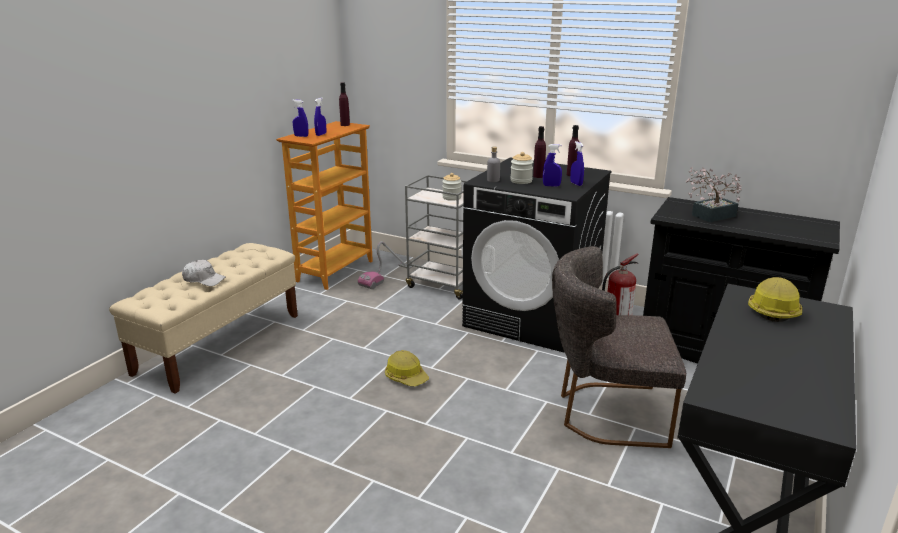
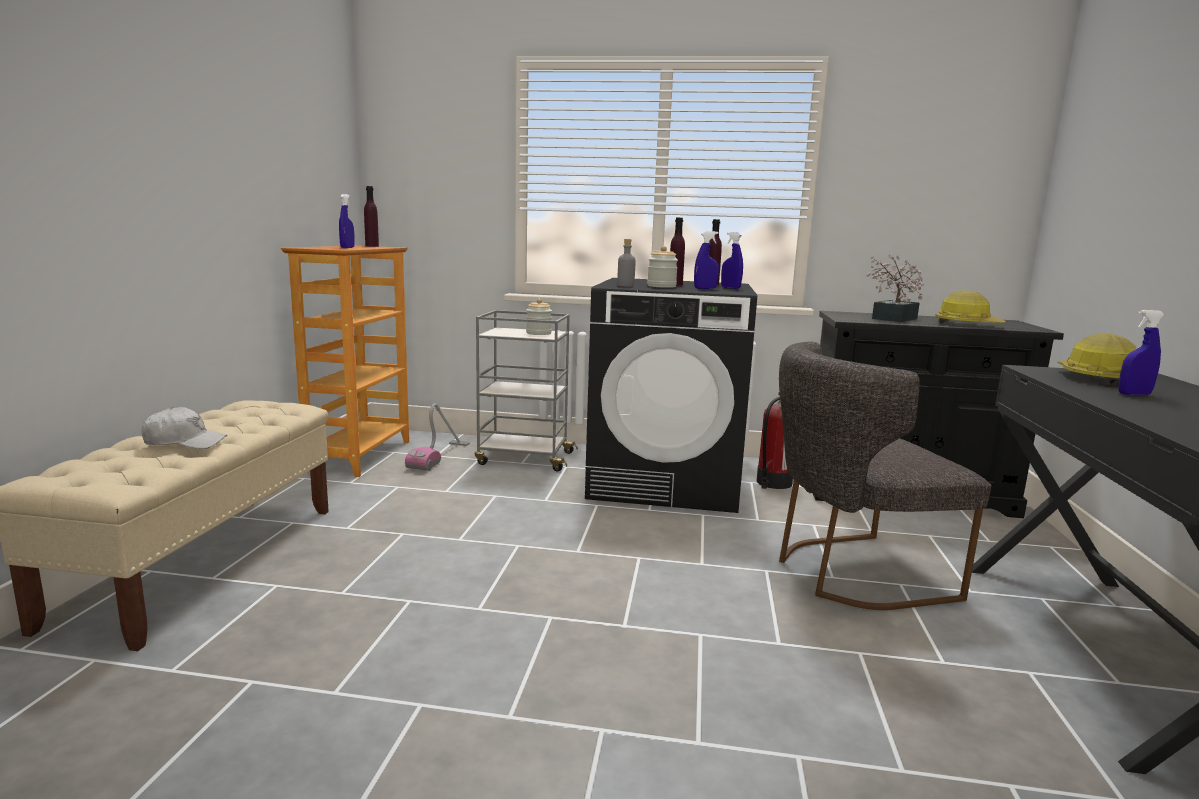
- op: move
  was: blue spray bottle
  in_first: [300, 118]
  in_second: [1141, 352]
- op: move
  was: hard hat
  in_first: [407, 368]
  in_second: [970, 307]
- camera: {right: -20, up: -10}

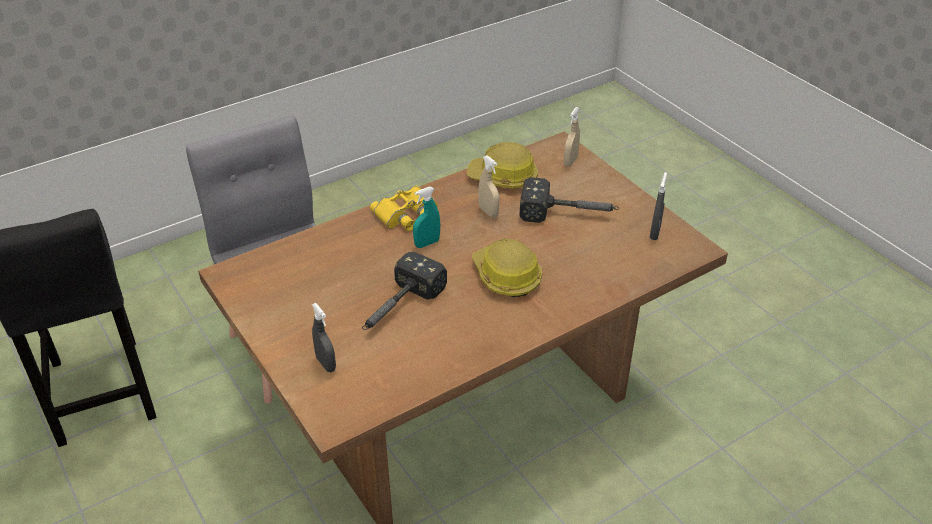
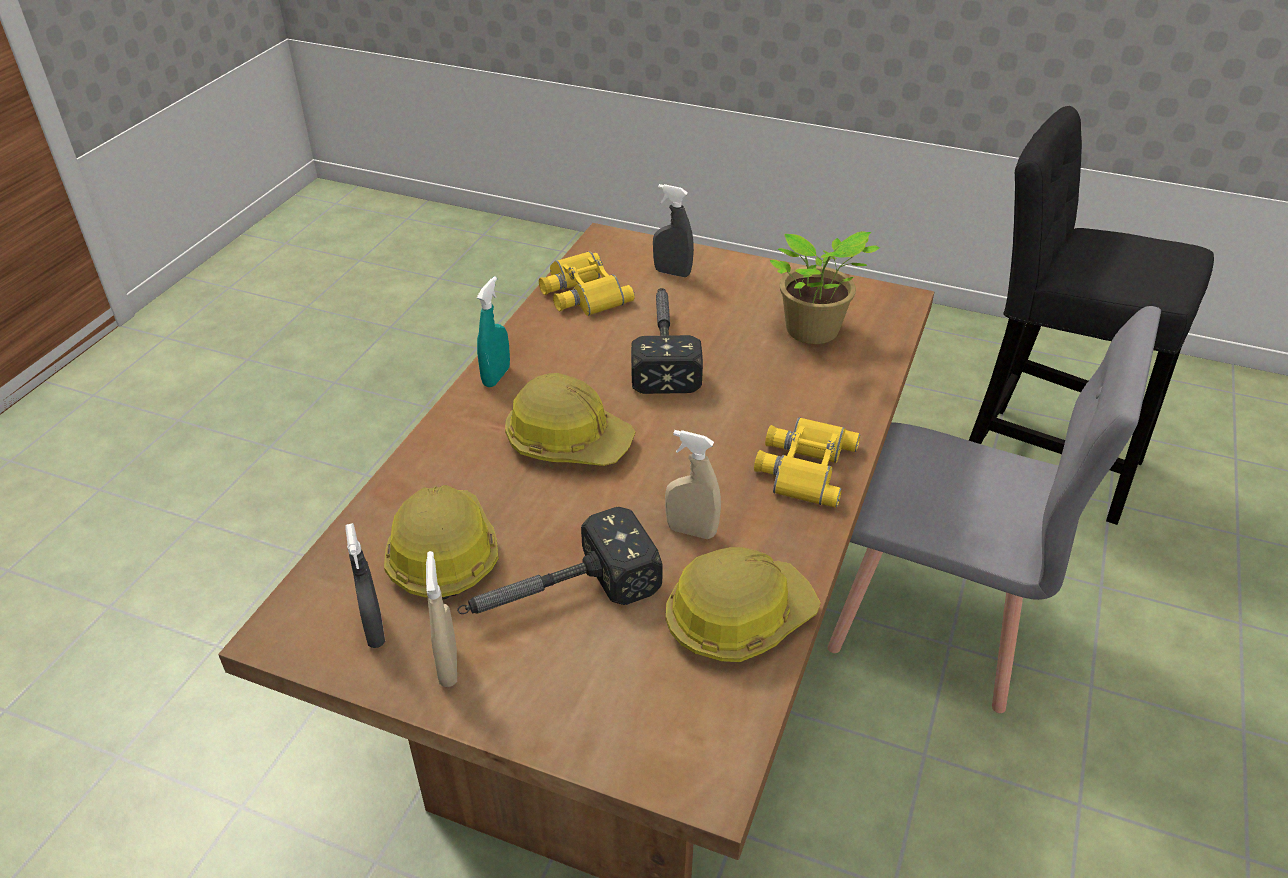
- op: insert
  now: hard hat
  in_second: [441, 542]
- op: insert
  now: yellow binoculars
  in_second: [587, 283]
- op: insert
  now: potted plant
  in_second: [825, 287]
- op: move
  was: turquoise spray bottle
  in_first: [426, 217]
  in_second: [493, 331]
- op: move
  was: beige spray bottle
  in_first: [572, 137]
  in_second: [441, 619]
- camera: {right: 145, up: 0}

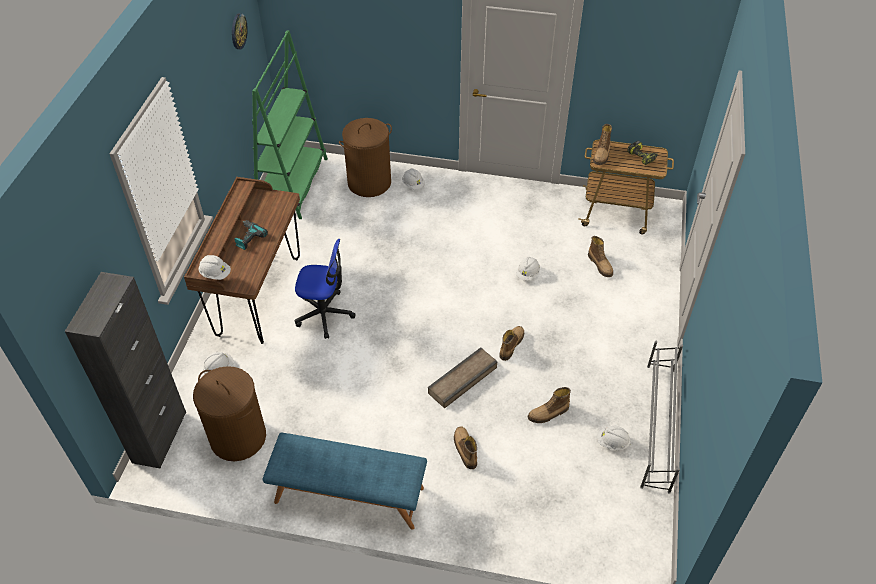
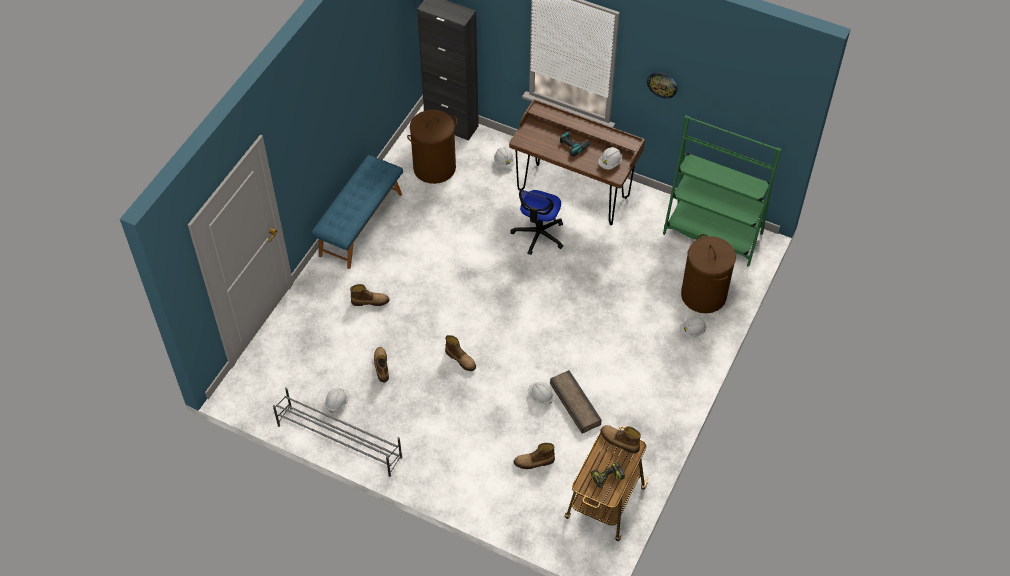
- op: move
  was: white hard hat
  in_first: [214, 267]
  in_second: [610, 158]
- op: move
  was: wall clock
  in_first: [240, 31]
  in_second: [662, 85]
- op: move
  was: crate
  in_first: [463, 377]
  in_second: [576, 401]
- camera: {right: 105, up: 5}

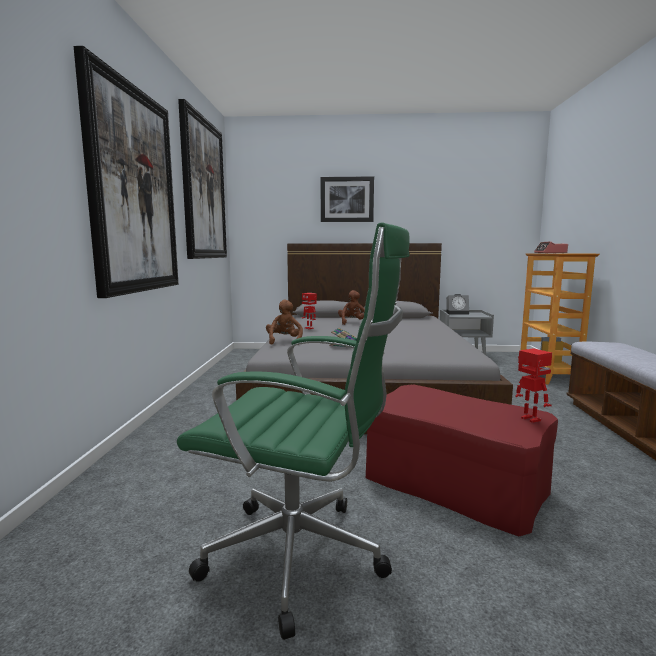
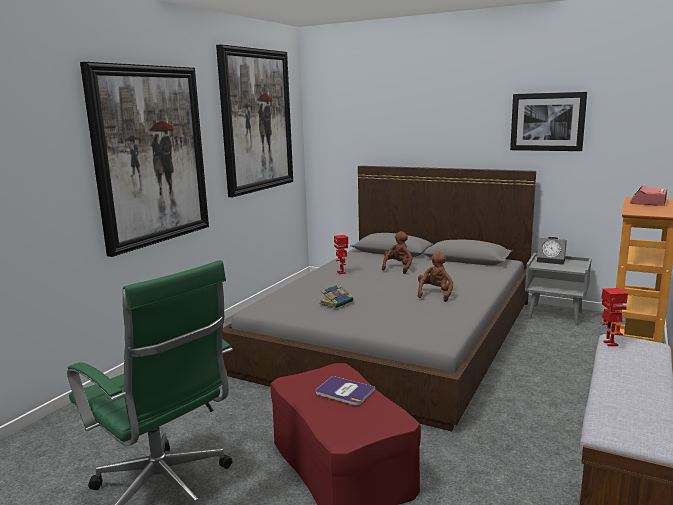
- op: insert
  now: book
  in_second: [345, 390]
- op: move
  was: brown plush toy
  in_first: [284, 322]
  in_second: [435, 276]
- op: move
  was: picture
  in_first: [347, 199]
  in_second: [548, 121]
- op: move
  was: toy robot
  in_first: [533, 385]
  in_second: [615, 317]
- camera: {right: 25, up: 5}

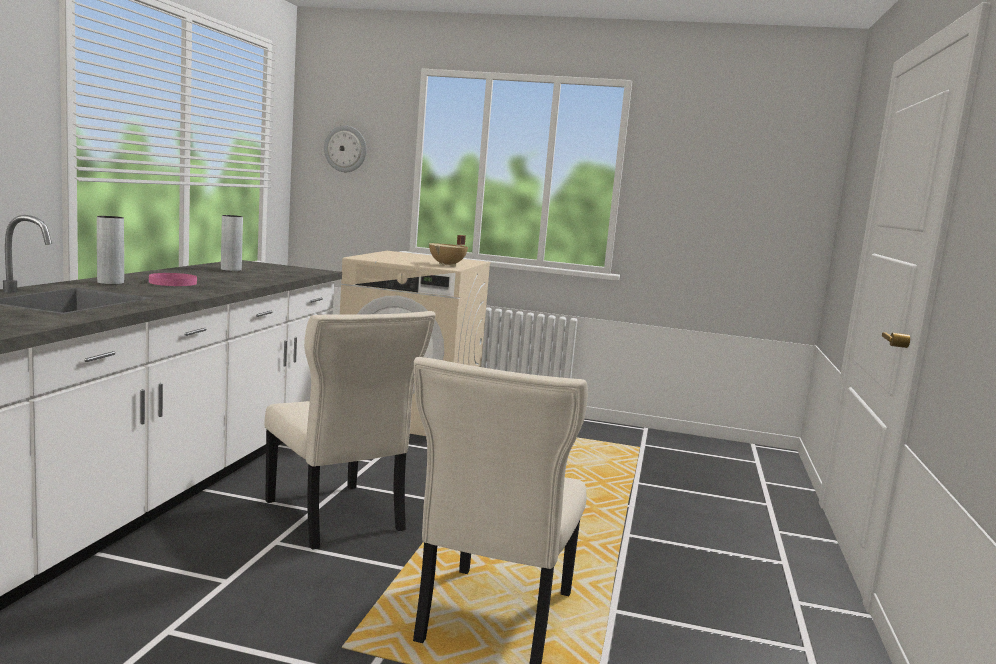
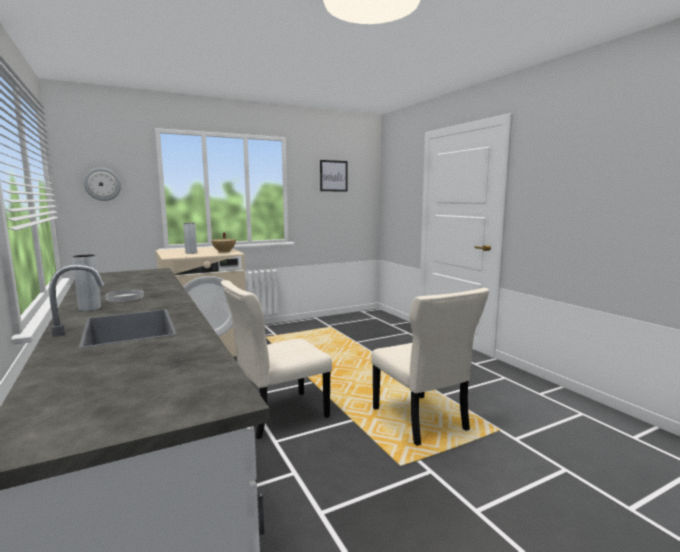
- op: insert
  now: picture
  in_second: [334, 176]
- op: move
  was: grey vase
  in_first: [232, 243]
  in_second: [190, 238]
- op: recolor
  was: pink plate
  now: white plate
  in_first: [173, 279]
  in_second: [124, 295]
- op: rotate
  was: beige chair
  in_first: [350, 430]
  in_second: [276, 359]
  clockwise: 135
- camera: {right: -40, up: 0}

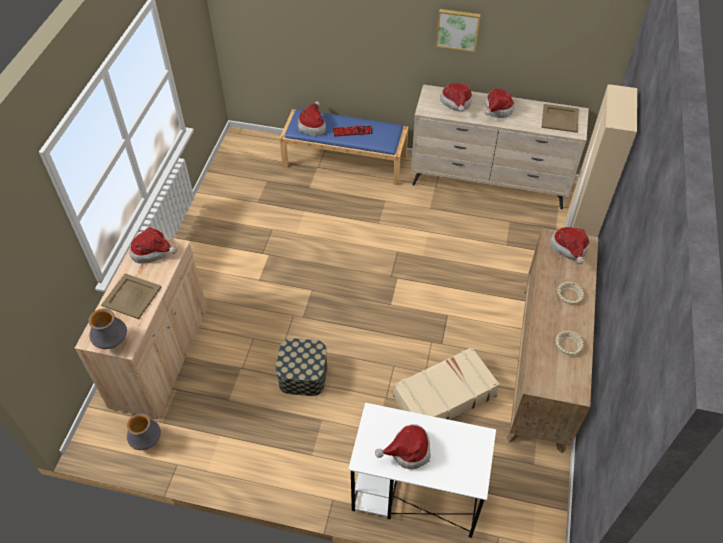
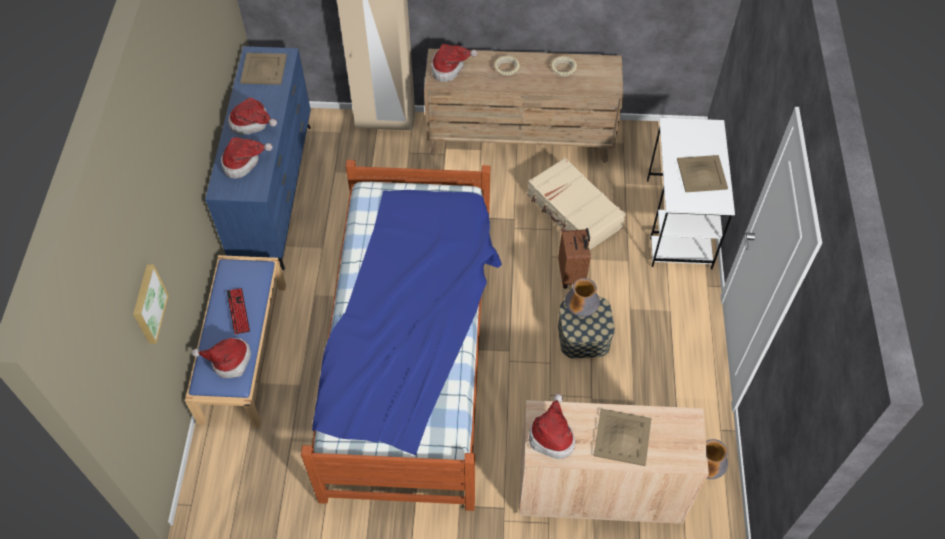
- op: insert
  now: bed
  in_second: [401, 335]
- op: insert
  now: brown suitcase
  in_second: [574, 258]
- op: move
  was: vase
  in_first: [107, 328]
  in_second: [582, 297]
- op: move
  was: picture
  in_first: [458, 30]
  in_second: [151, 304]
- op: replace
  was: hat
  now: beige tray
  in_first: [403, 446]
  in_second: [702, 173]
- op: recolor
  was: beige dresser
  now: blue dresser
  in_first: [500, 147]
  in_second: [258, 158]
- camera: {right: -100, up: 5}

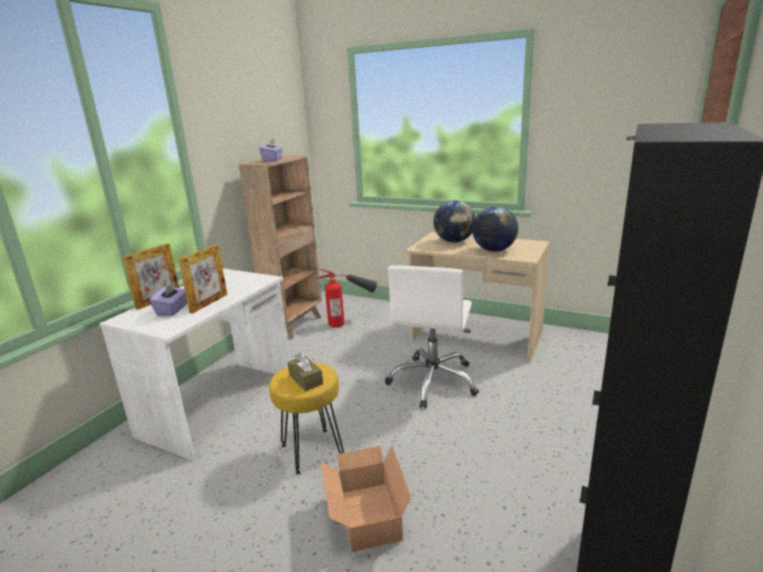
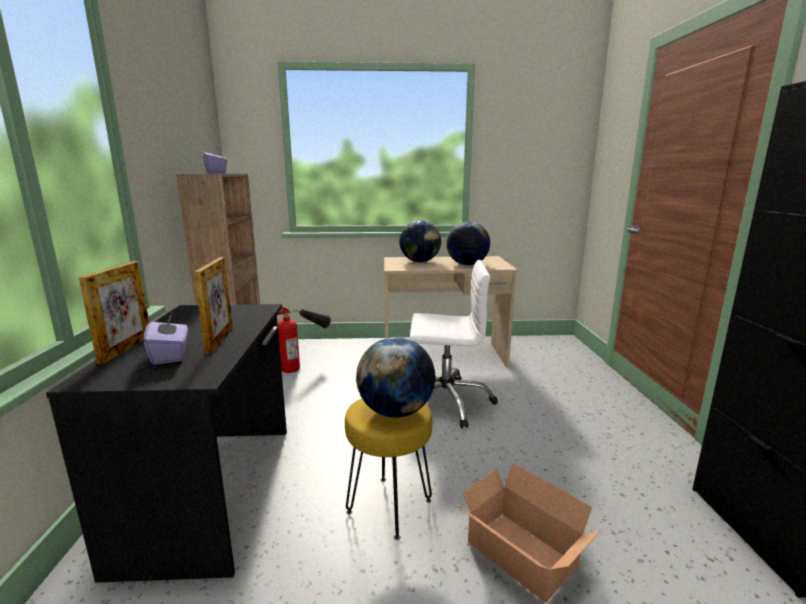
- op: replace
  was: brown tissue box
  now: globe
  in_first: [305, 371]
  in_second: [396, 377]
- op: recolor
  was: white desk
  now: black desk
  in_first: [194, 364]
  in_second: [166, 443]
- op: rotate
  was: white office chair
  in_first: [432, 336]
  in_second: [454, 344]
  clockwise: -75
- camera: {right: -30, up: -5}

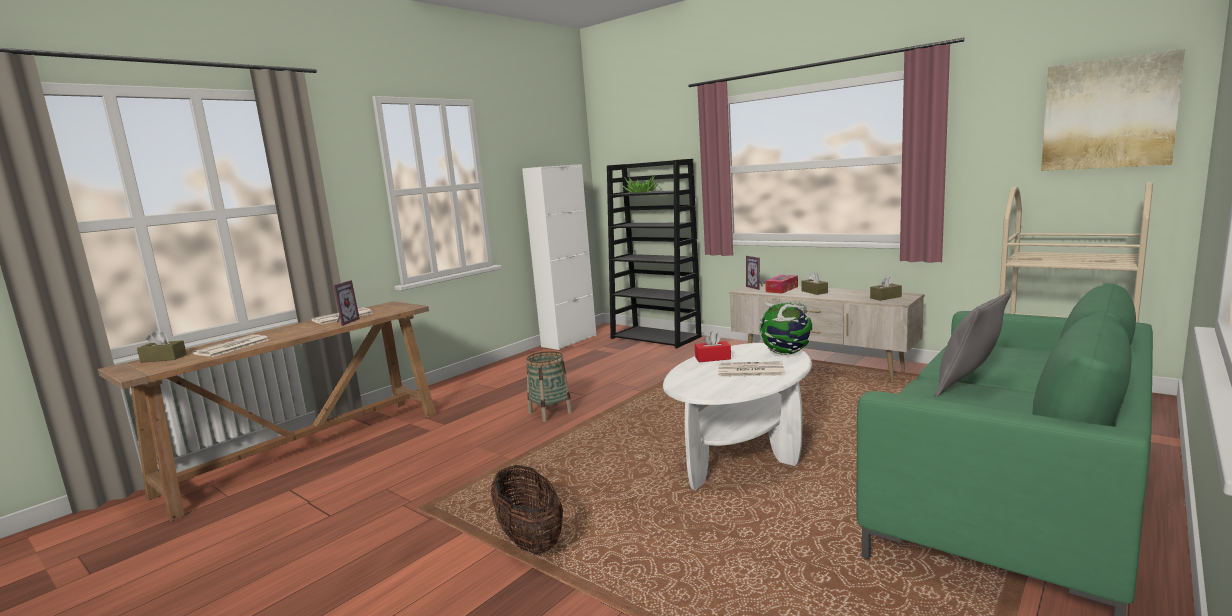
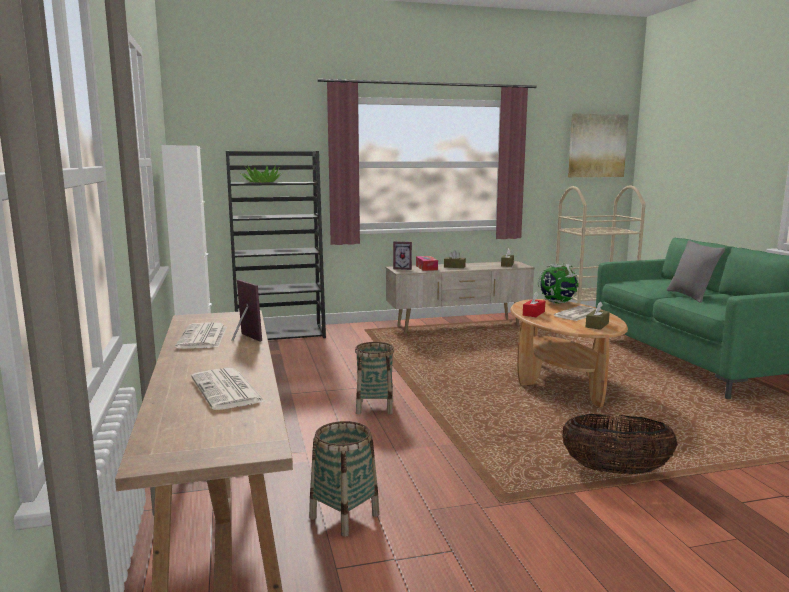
- op: insert
  now: basket
  in_second: [344, 479]
- op: move
  was: brown tissue box
  in_first: [162, 346]
  in_second: [598, 316]
- op: recolor
  was: white coffee table
  now: brown coffee table
  in_first: [737, 416]
  in_second: [569, 353]
- camera: {right: -55, up: 0}

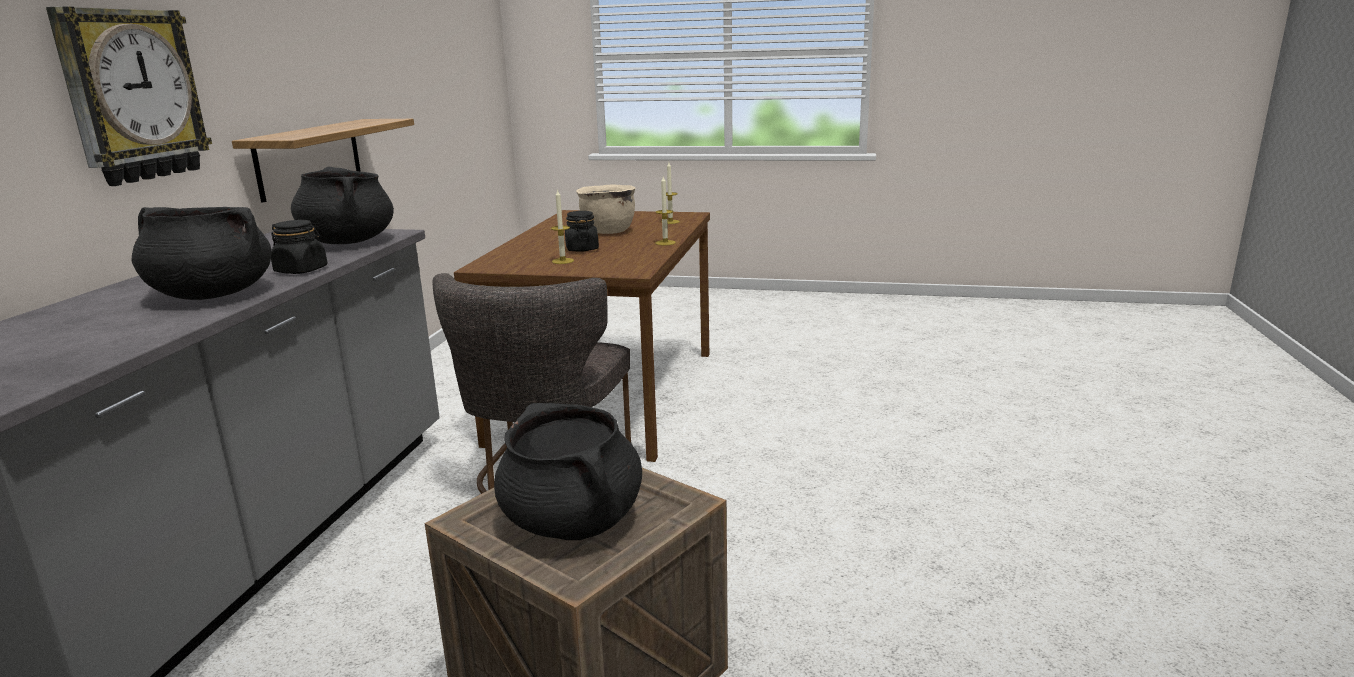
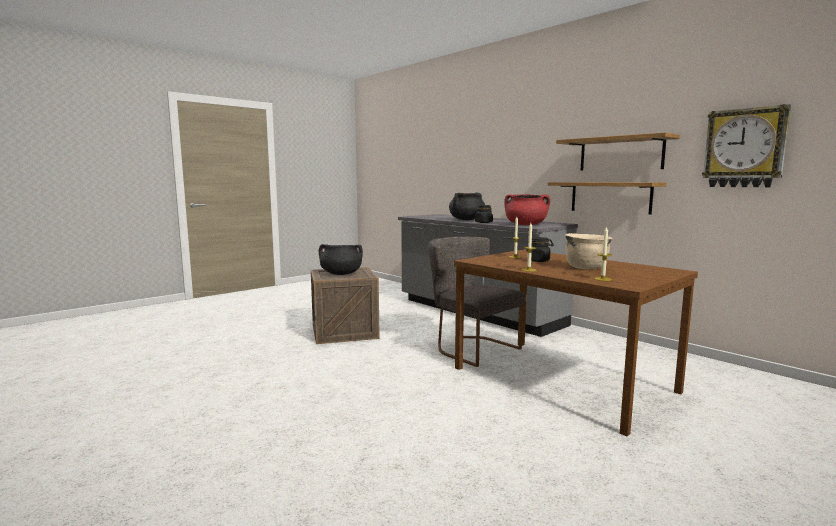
- op: insert
  now: shelf
  in_second: [618, 151]
- op: move
  was: wall clock
  in_first: [129, 96]
  in_second: [746, 146]
- op: recolor
  was: black cooking pot
  now: red cooking pot
  in_first: [342, 205]
  in_second: [527, 209]
- camera: {right: 125, up: -10}

